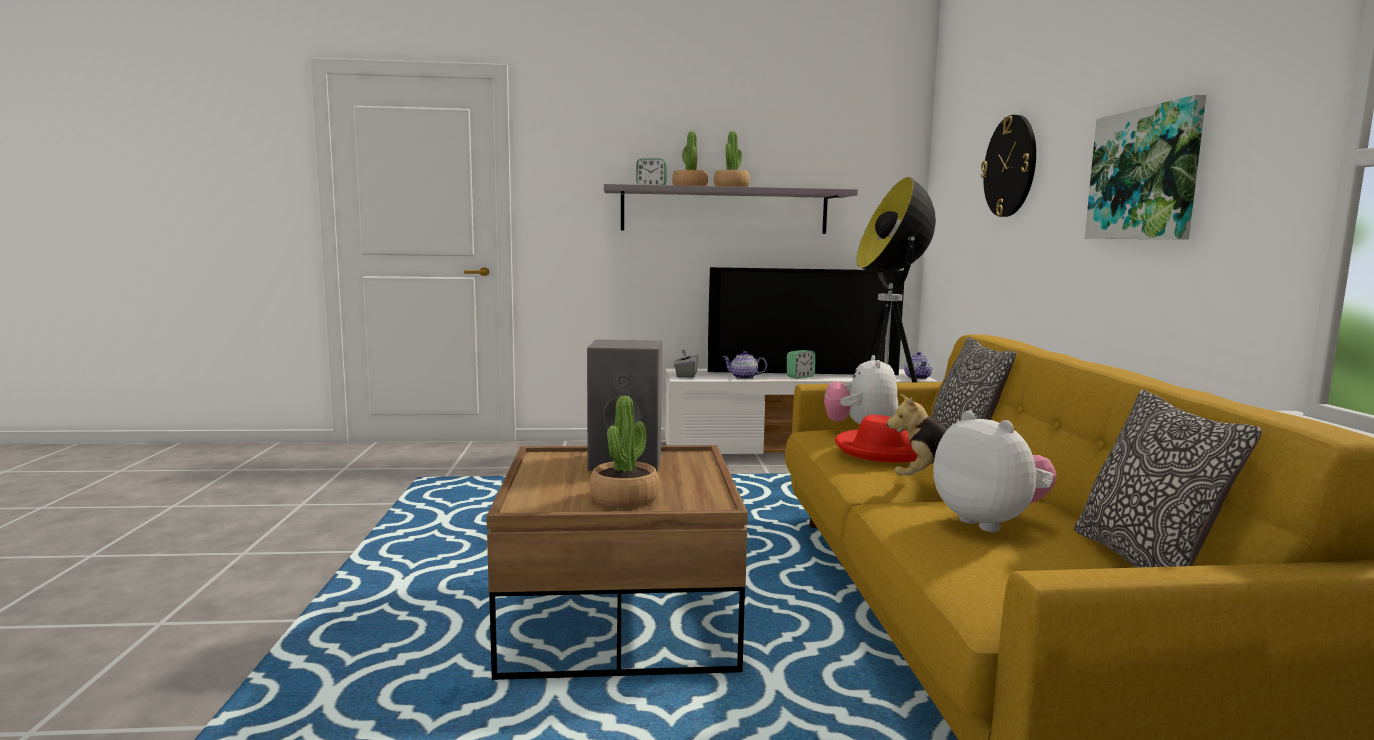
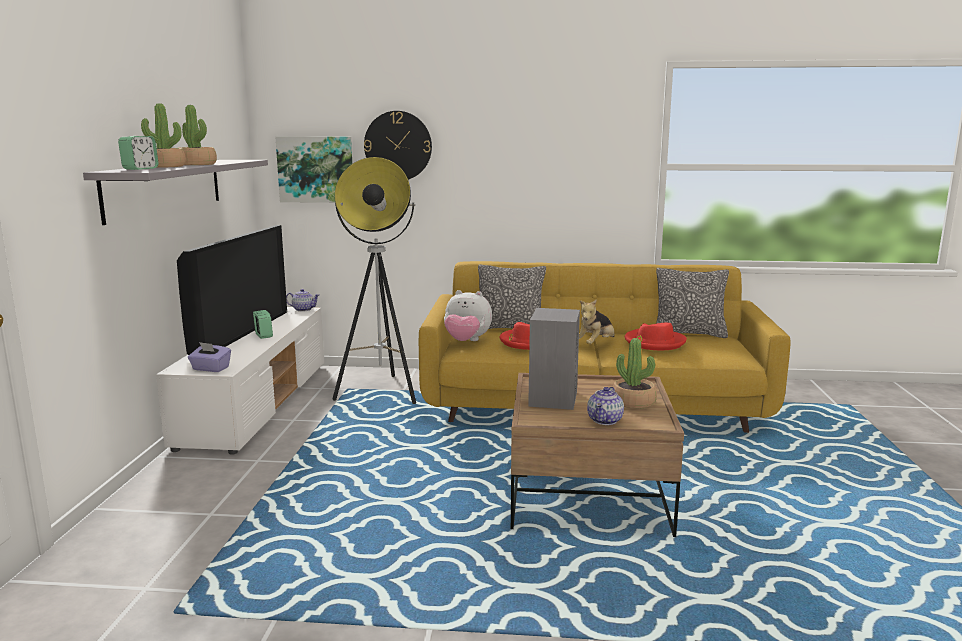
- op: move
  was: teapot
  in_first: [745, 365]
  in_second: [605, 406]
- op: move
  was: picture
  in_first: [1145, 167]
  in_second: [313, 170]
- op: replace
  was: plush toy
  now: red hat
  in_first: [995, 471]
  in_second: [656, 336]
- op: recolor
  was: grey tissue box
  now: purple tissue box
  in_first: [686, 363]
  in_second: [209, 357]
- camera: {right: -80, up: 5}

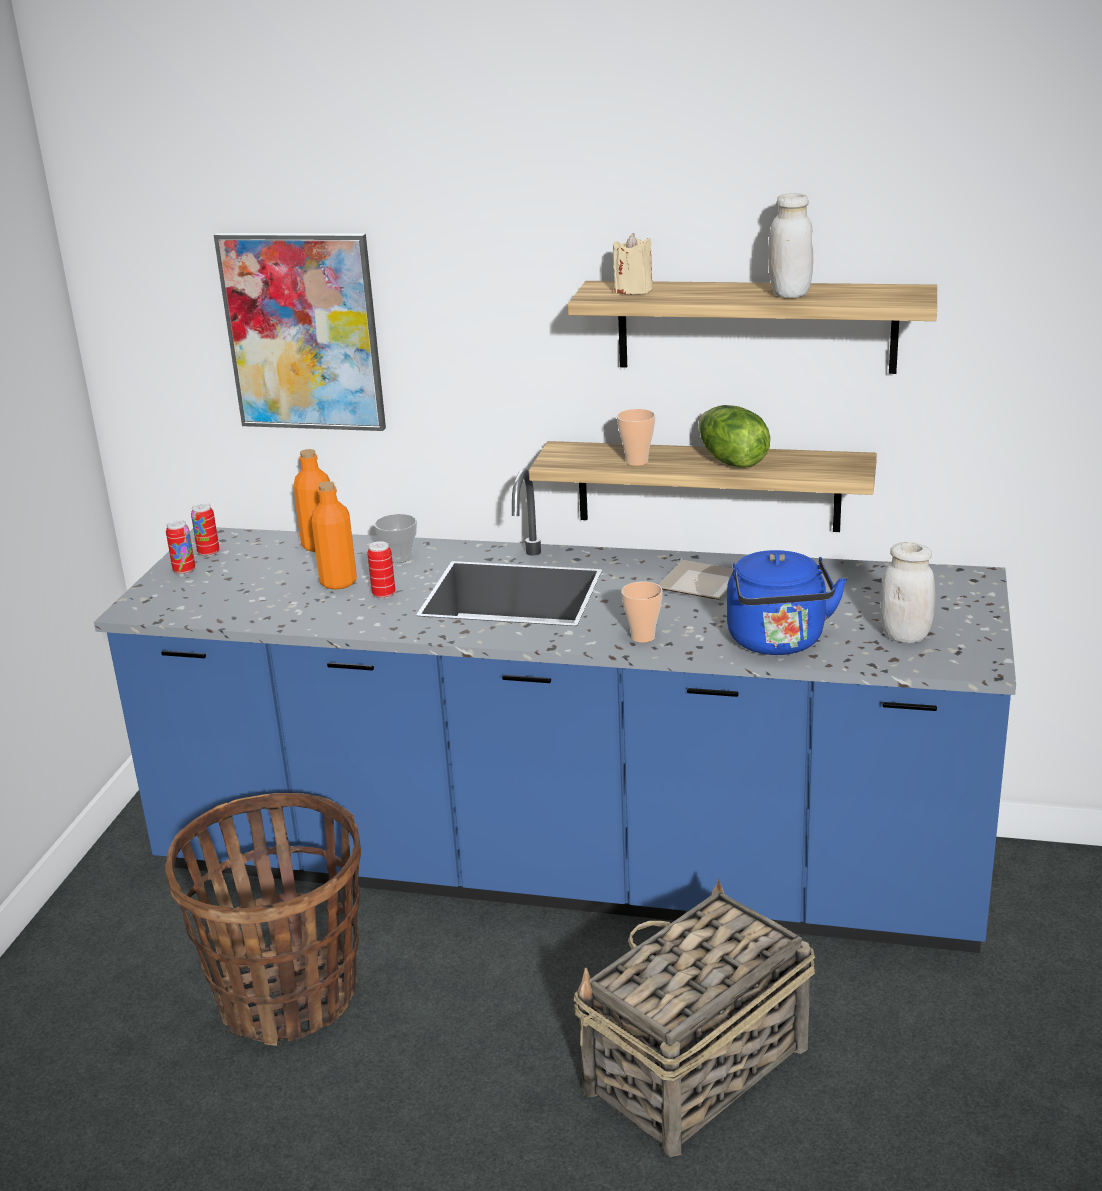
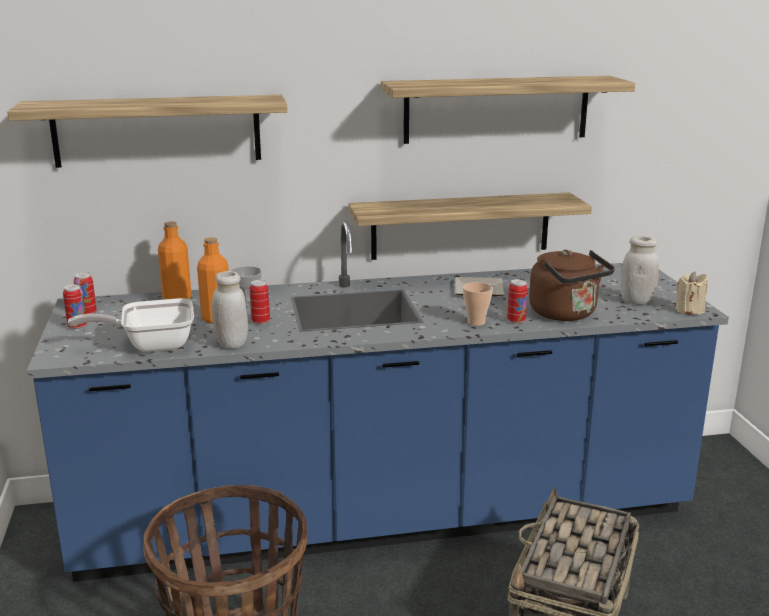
- op: delete
  was: cup
  in_first: [636, 437]
- op: delete
  was: lettuce
  in_first: [734, 436]
- op: insert
  now: frying pan
  in_second: [130, 325]
- op: insert
  now: can
  in_second: [517, 301]
- op: move
  was: beige candle
  in_first: [632, 264]
  in_second: [691, 293]
- op: move
  was: white jar
  in_first: [790, 245]
  in_second: [230, 310]
- op: replace
  was: picture
  now: shelf
  in_first: [300, 332]
  in_second: [147, 131]
- op: recolor
  was: blue kettle
  now: brown kettle
  in_first: [787, 602]
  in_second: [572, 285]
- camera: {right: -25, up: -5}

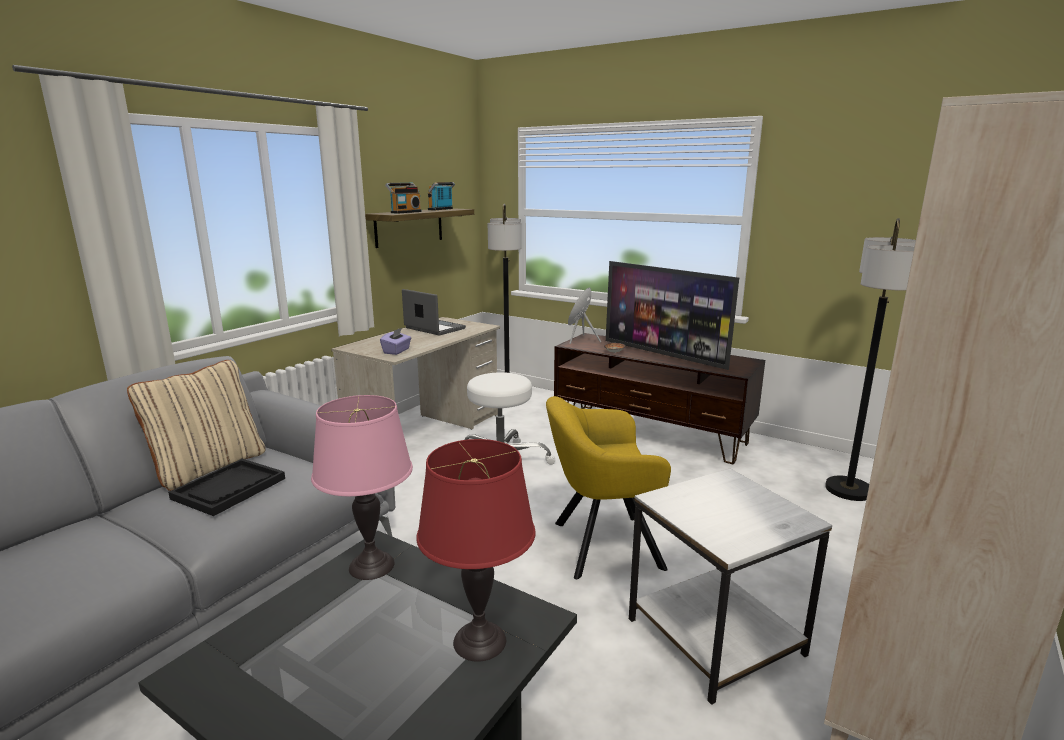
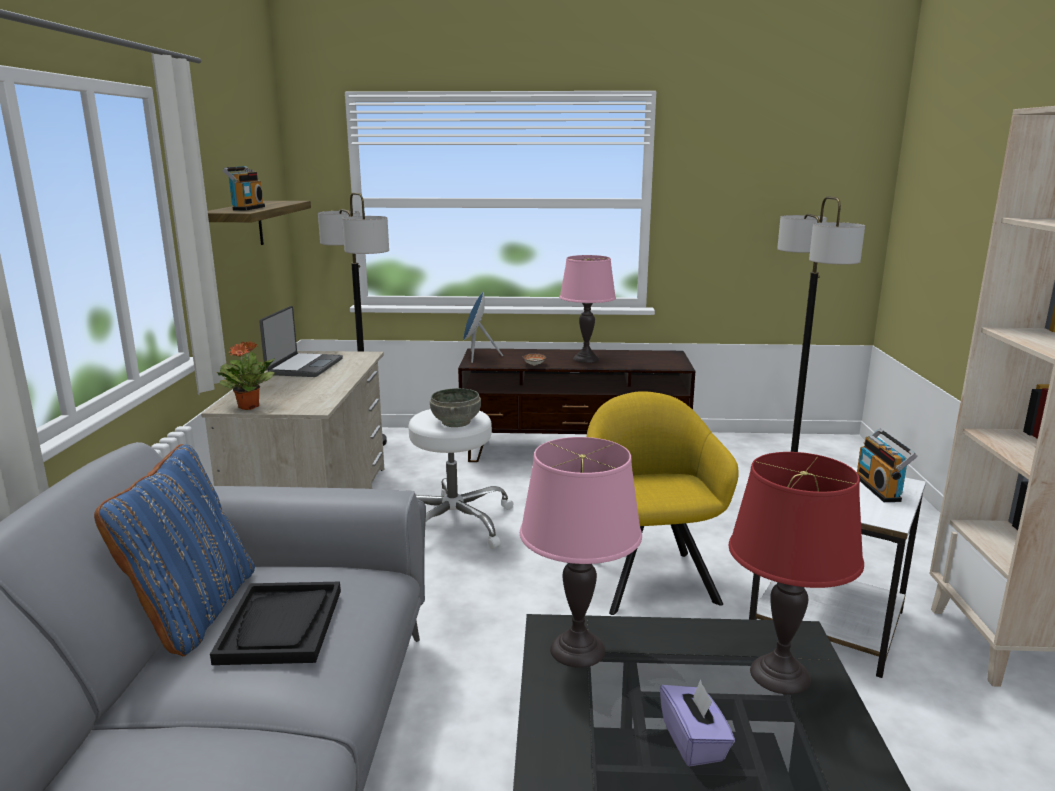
- op: insert
  now: potted plant
  in_second: [246, 375]
- op: insert
  now: grey bowl
  in_second: [455, 407]
- op: move
  was: purple tissue box
  in_first: [395, 341]
  in_second: [697, 723]
- op: move
  was: radio
  in_first: [441, 196]
  in_second: [887, 465]
- op: replace
  was: television
  now: pink table lamp
  in_first: [672, 315]
  in_second: [587, 309]
- op: recolor
  was: beige pillow
  now: blue pillow
  in_first: [196, 425]
  in_second: [174, 550]
- op: rotate
  was: laptop
  in_first: [434, 312]
  in_second: [301, 341]
  clockwise: 90
- op: rotate
  was: yellow armchair
  in_first: [608, 487]
  in_second: [663, 503]
  clockwise: 120
- camera: {right: -30, up: 0}

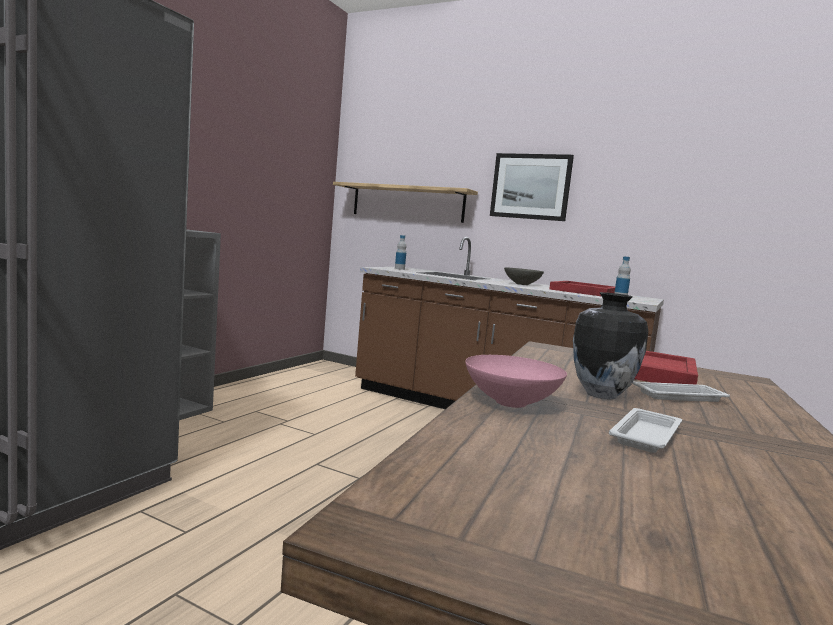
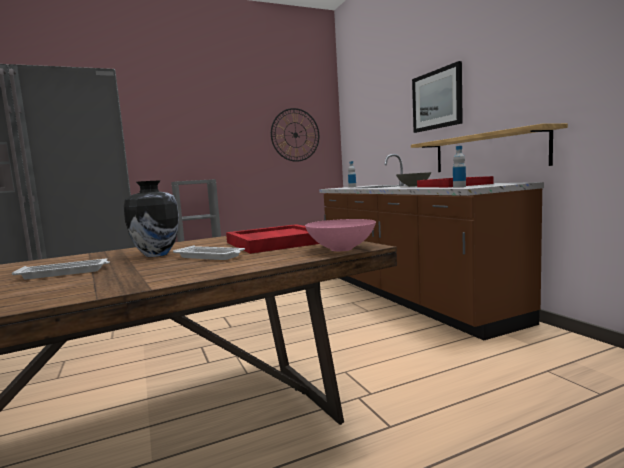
- op: insert
  now: wall clock
  in_second: [295, 135]
- op: move
  was: shelf
  in_first: [405, 202]
  in_second: [489, 147]
- op: move
  was: pink bowl
  in_first: [516, 381]
  in_second: [340, 235]
- camera: {right: 40, up: 0}

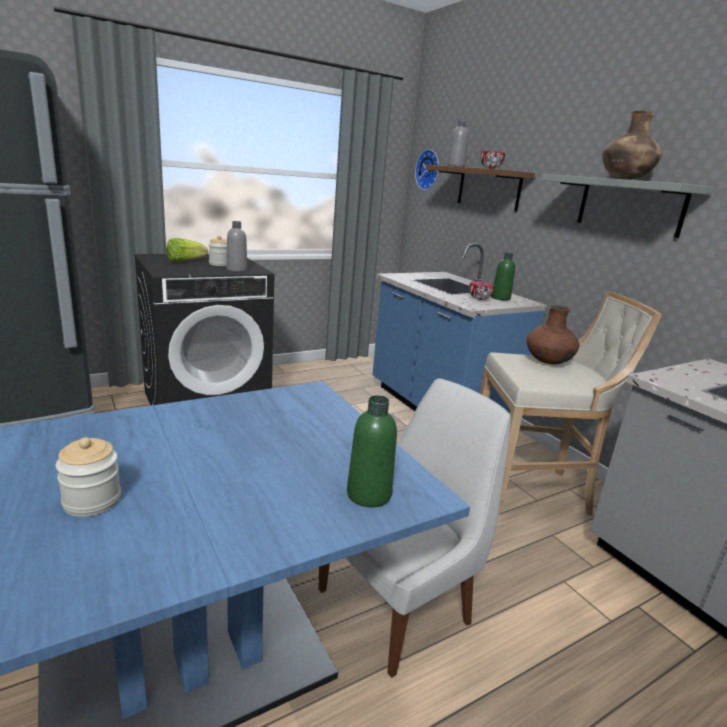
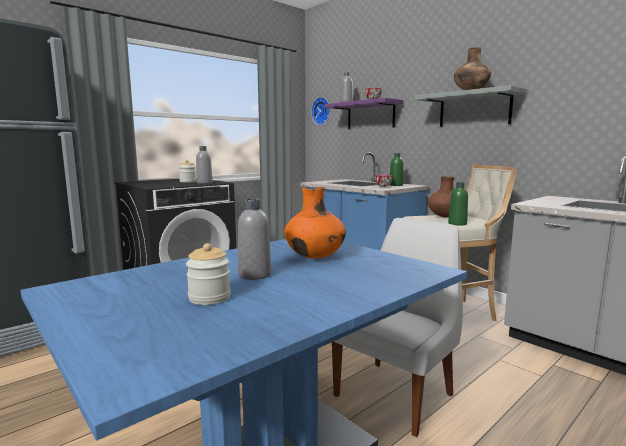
- op: delete
  was: lettuce
  in_first: [187, 250]
- op: insert
  now: grey bottle
  in_second: [254, 239]
- op: insert
  now: orange vase
  in_second: [315, 222]
- op: move
  was: green bottle
  in_first: [372, 451]
  in_second: [458, 204]
- op: recolor
  was: brown shelf
  now: purple shelf
  in_first: [480, 188]
  in_second: [364, 113]
- camera: {right: -10, up: -10}

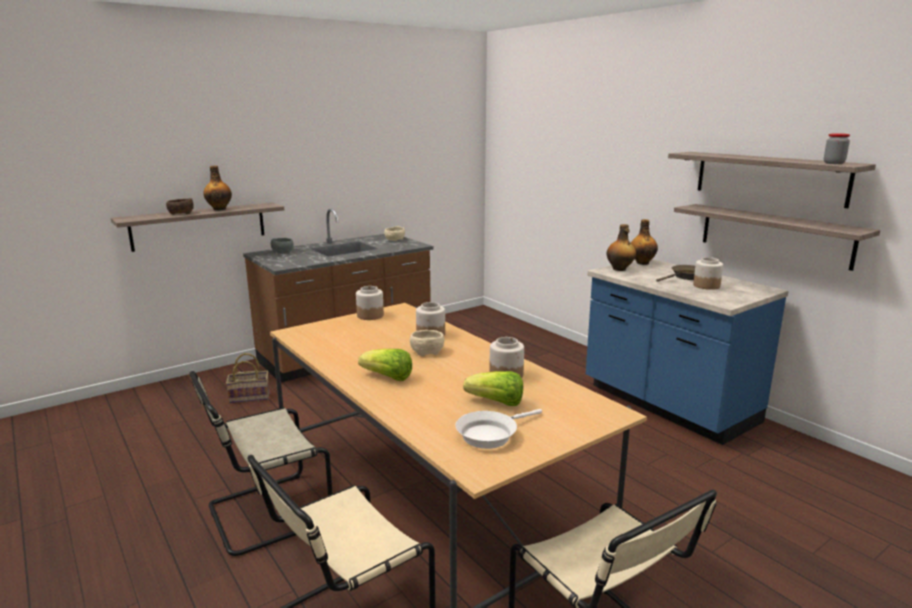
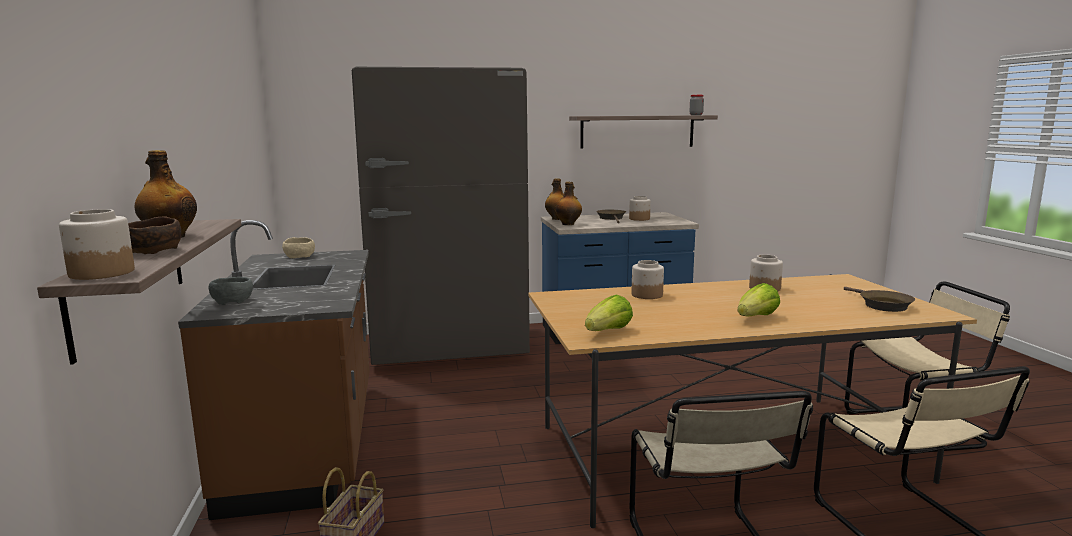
- op: delete
  was: beige bowl
  in_first: [427, 343]
- op: delete
  was: shelf
  in_first: [777, 237]
- op: insert
  now: grey fridge
  in_second: [441, 216]
- op: move
  was: jar
  in_first: [370, 303]
  in_second: [97, 244]
- op: move
  was: lettuce
  in_first: [493, 388]
  in_second: [609, 312]
- op: recolor
  was: white frying pan
  now: brown frying pan
  in_first: [498, 429]
  in_second: [879, 299]
- camera: {right: -65, up: -5}

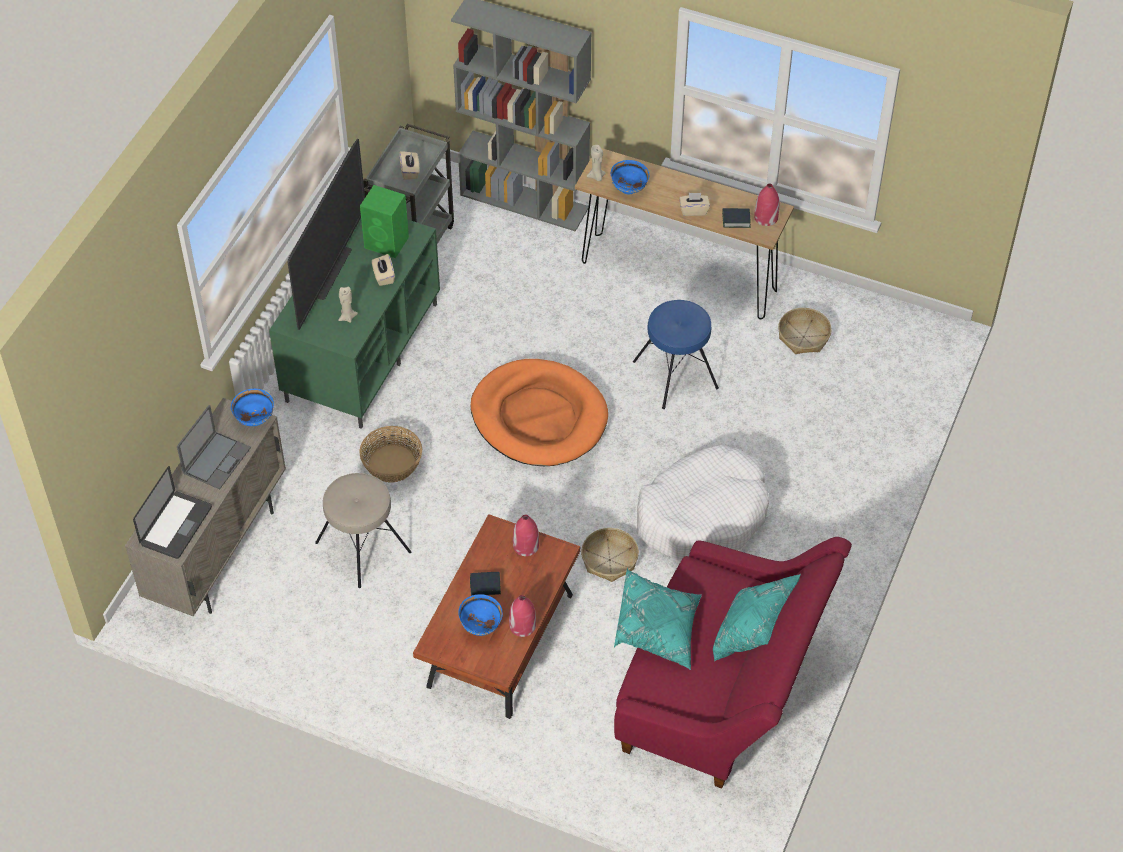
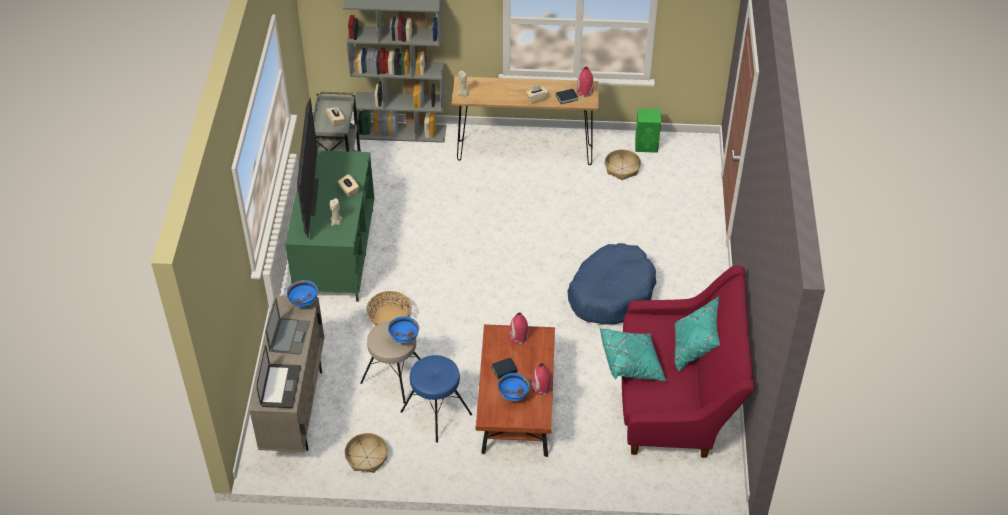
- op: delete
  was: orange dog bed
  in_first: [539, 412]
- op: move
  was: green speaker
  in_first: [384, 221]
  in_second: [648, 131]
- op: move
  was: basket
  in_first: [610, 555]
  in_second: [366, 453]
- op: move
  was: blue bowl
  in_first: [630, 177]
  in_second: [403, 330]
- op: move
  was: blue stool
  in_first: [676, 354]
  in_second: [436, 399]
- op: recolor
  was: white dog bed
  now: blue dog bed
  in_first: [703, 503]
  in_second: [611, 283]
- camera: {right: -20, up: -5}

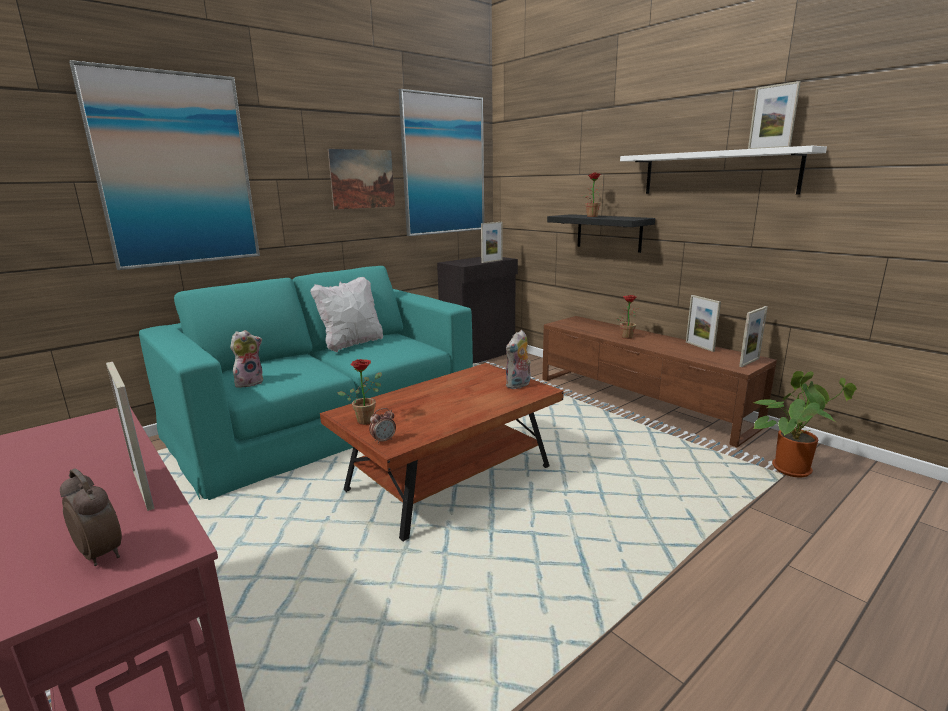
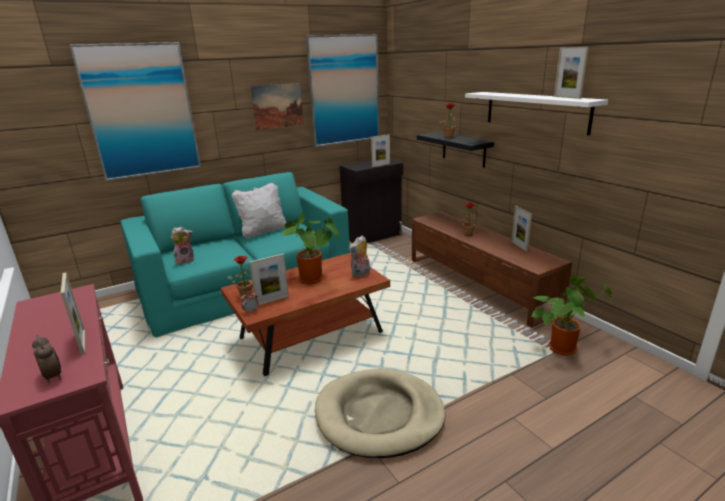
- op: insert
  now: potted plant
  in_second: [310, 248]
- op: insert
  now: beige dog bed
  in_second: [380, 413]
- op: move
  was: picture frame
  in_first: [753, 336]
  in_second: [269, 280]
- camera: {right: 10, up: 5}

